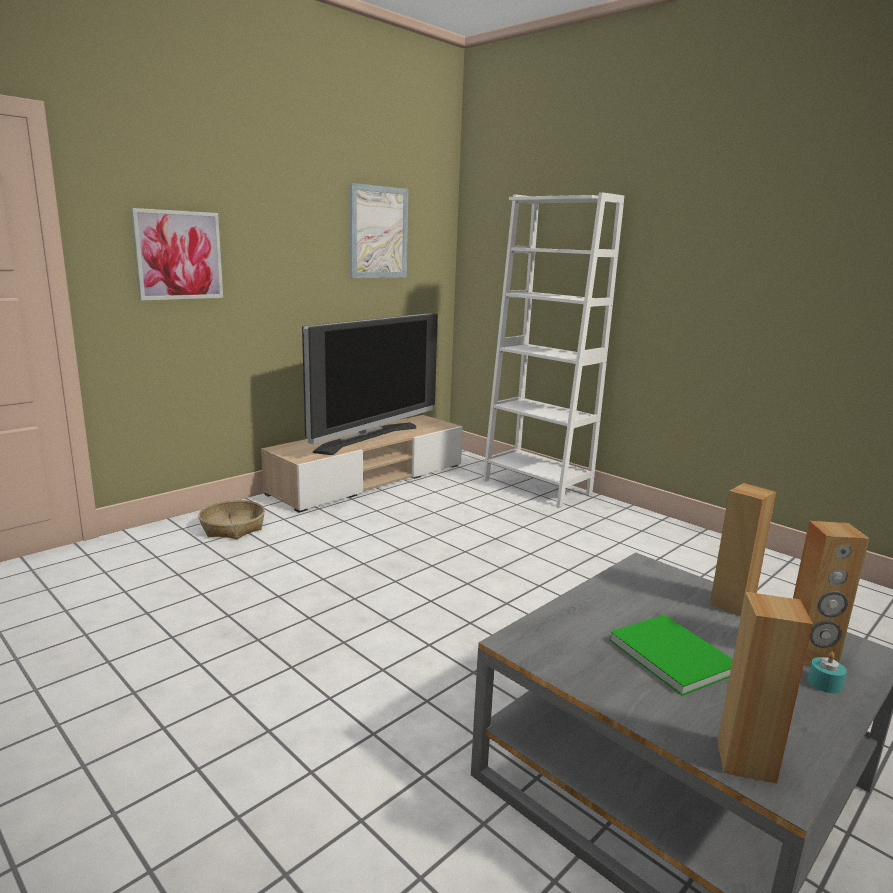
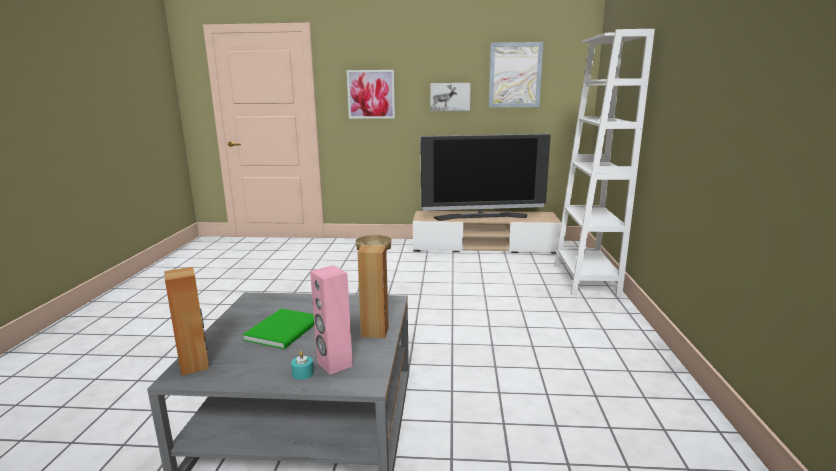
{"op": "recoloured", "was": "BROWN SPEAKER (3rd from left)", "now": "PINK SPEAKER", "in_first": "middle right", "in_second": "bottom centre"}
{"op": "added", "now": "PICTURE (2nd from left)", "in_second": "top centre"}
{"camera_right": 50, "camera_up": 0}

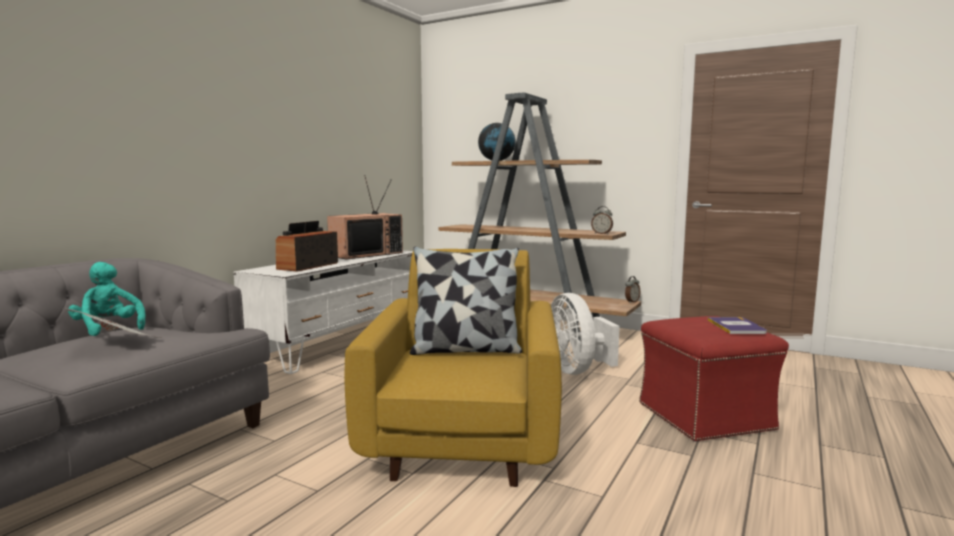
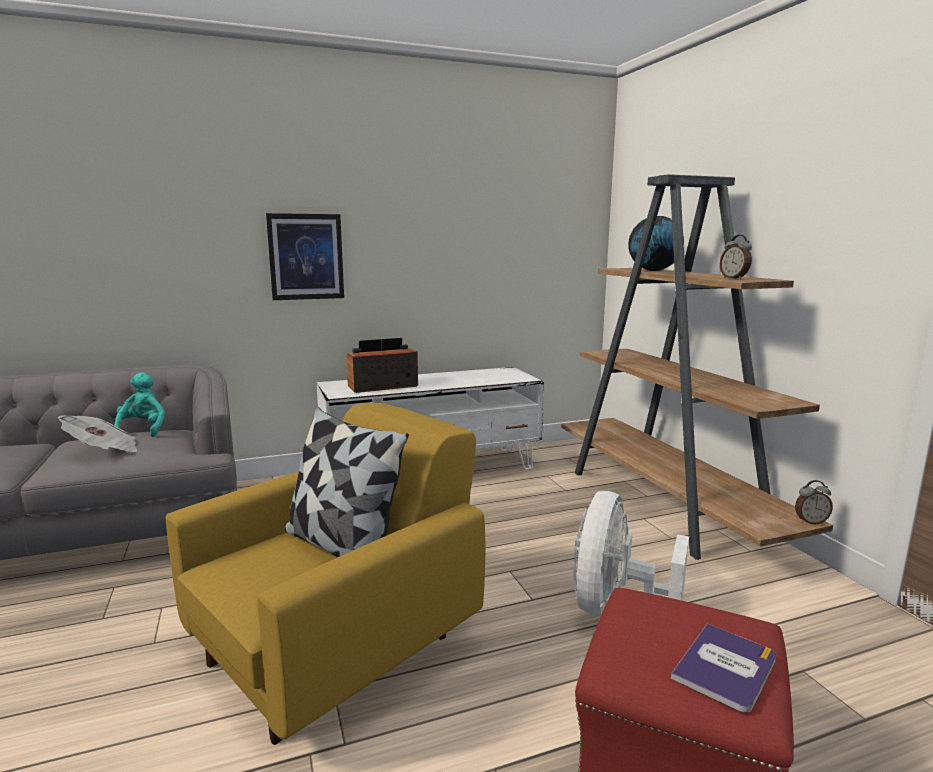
{"op": "removed", "was": "TELEVISION", "in_first": "centre"}
{"op": "moved", "was": "ALARM CLOCK (1st from left)", "in_first": "centre", "in_second": "top right"}
{"op": "added", "now": "PICTURE", "in_second": "top left"}
{"camera_right": 40, "camera_up": 5}

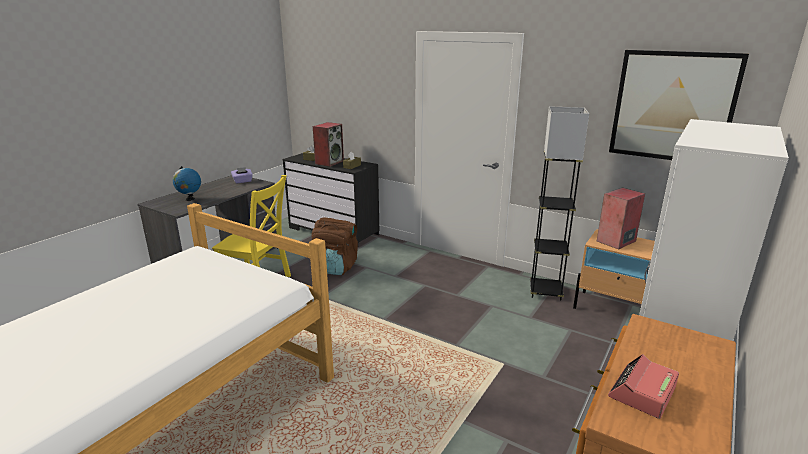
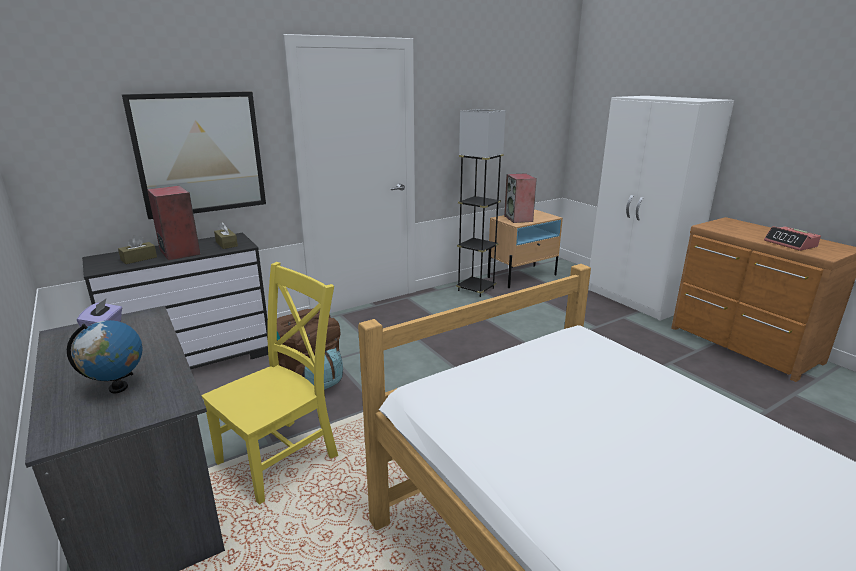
{"op": "moved", "was": "PICTURE", "in_first": "top right", "in_second": "top left"}
{"camera_right": -65, "camera_up": 0}

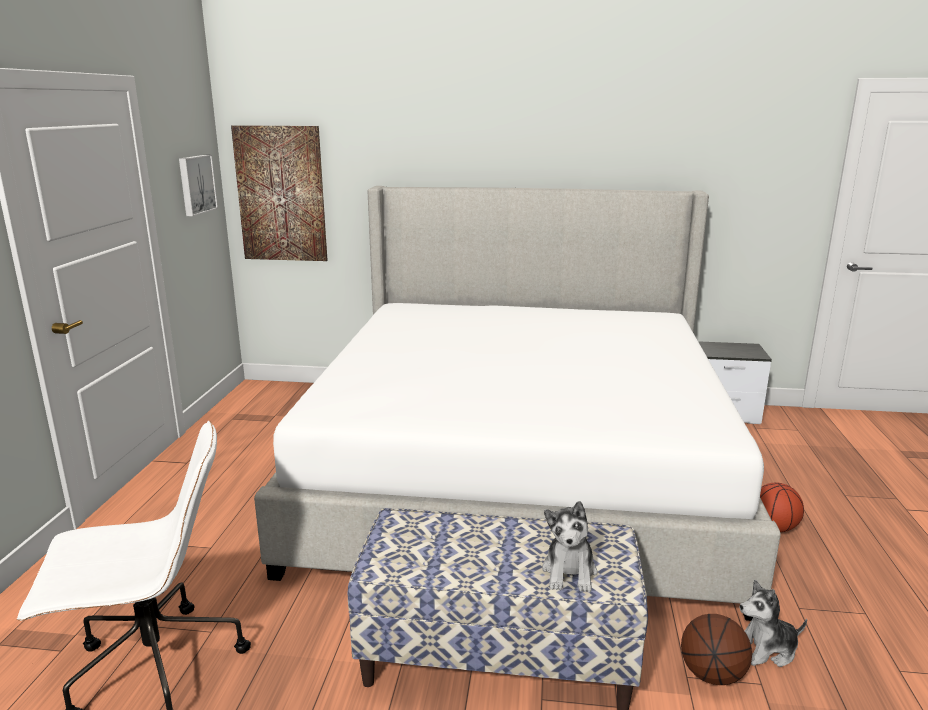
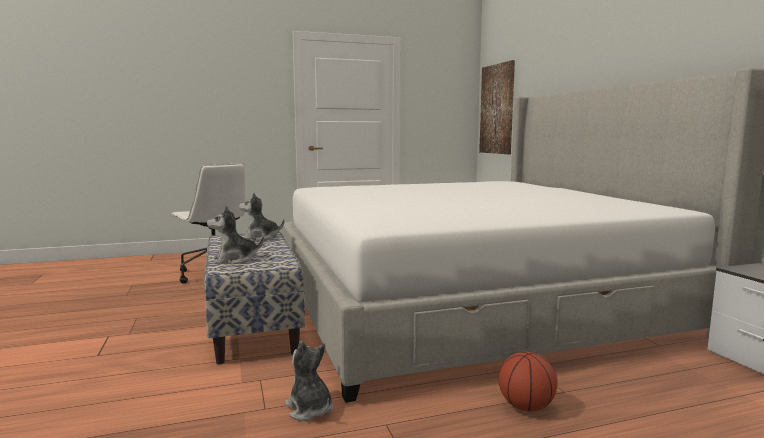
{"op": "removed", "was": "PICTURE (1st from left)", "in_first": "top left"}
{"op": "removed", "was": "BASKETBALL (1st from left)", "in_first": "bottom right"}
{"op": "added", "now": "PLUSH TOY (2nd from left)", "in_second": "centre"}
{"camera_right": 65, "camera_up": -10}

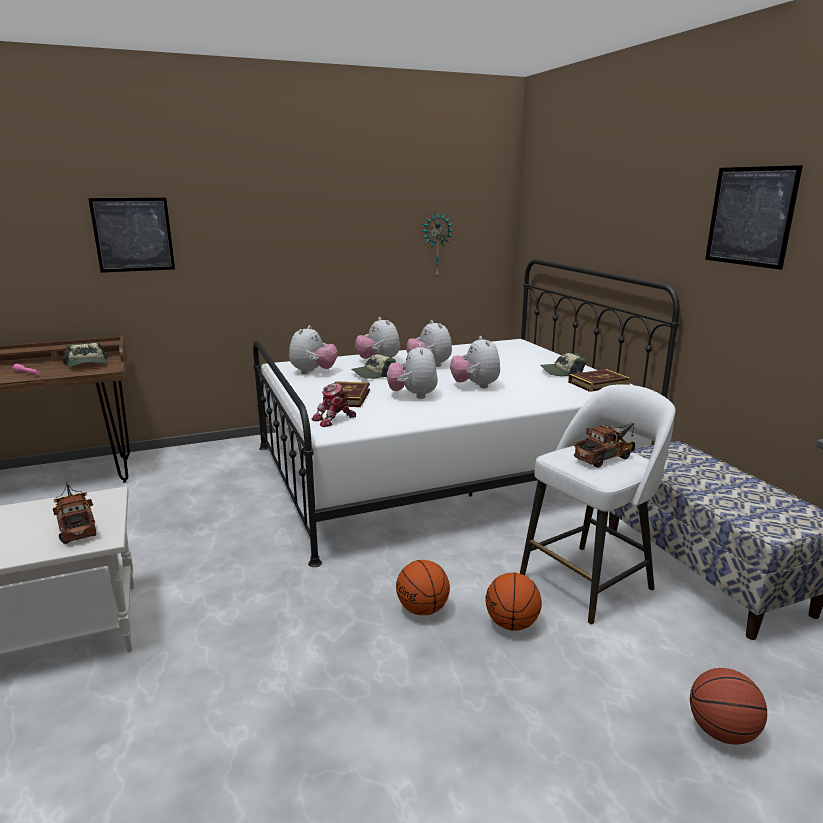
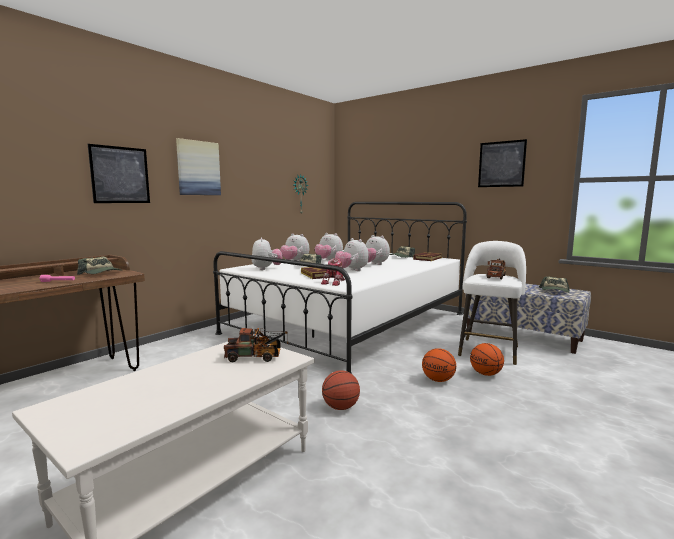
{"op": "turned", "was": "TOY TRUCK (1st from left)", "in_first": "middle left", "in_second": "centre", "clockwise": 150}
{"op": "moved", "was": "BASKETBALL (3rd from left in the first image)", "now": "BASKETBALL (1st from left)", "in_first": "bottom right", "in_second": "bottom centre"}
{"op": "added", "now": "PICTURE (2nd from left)", "in_second": "top left"}
{"op": "added", "now": "CAP (4th from left)", "in_second": "middle right"}
{"camera_right": -30, "camera_up": -10}

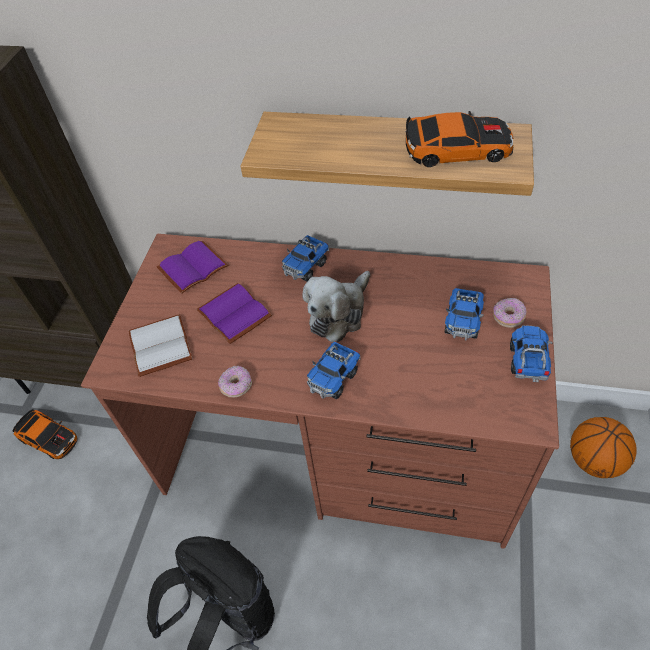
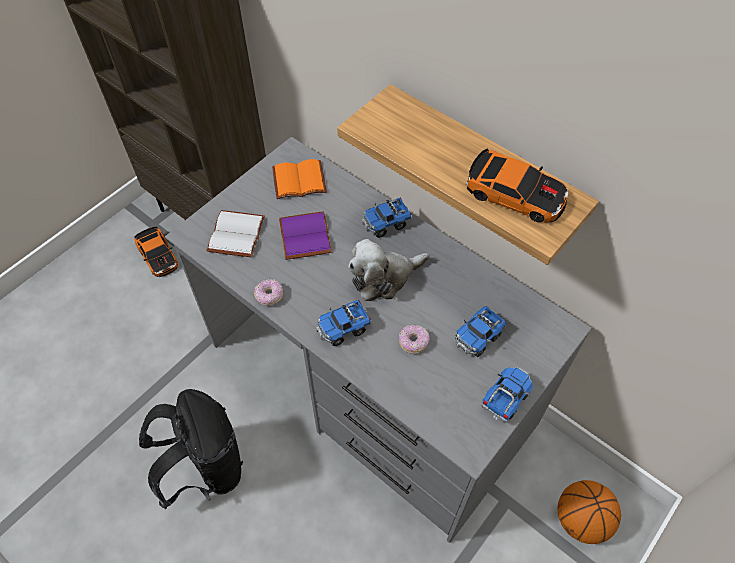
{"op": "recoloured", "was": "BROWN DESK", "now": "GREY DESK", "in_first": "centre", "in_second": "centre"}
{"op": "recoloured", "was": "PURPLE BOOK (1st from left)", "now": "ORANGE BOOK", "in_first": "middle left", "in_second": "top centre"}
{"op": "moved", "was": "DONUT (2nd from left)", "in_first": "middle right", "in_second": "centre"}
{"camera_right": 25, "camera_up": 5}

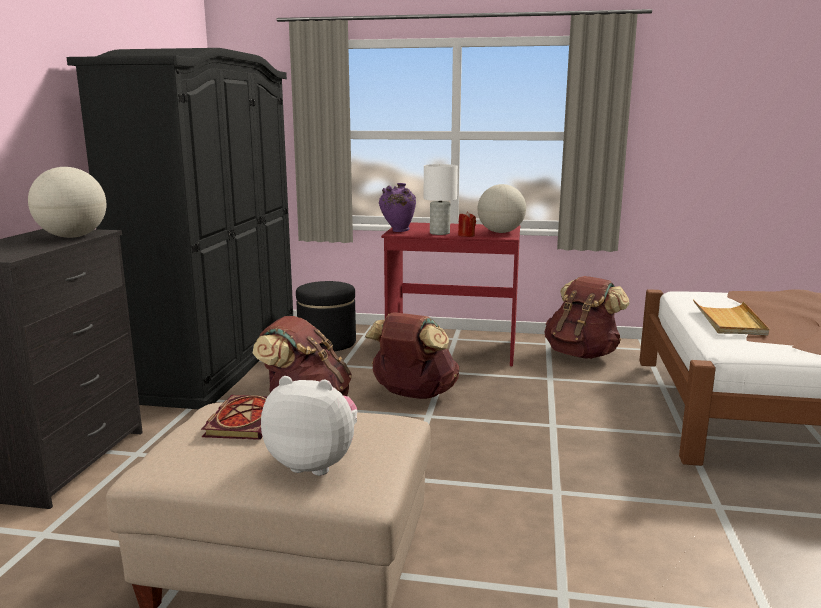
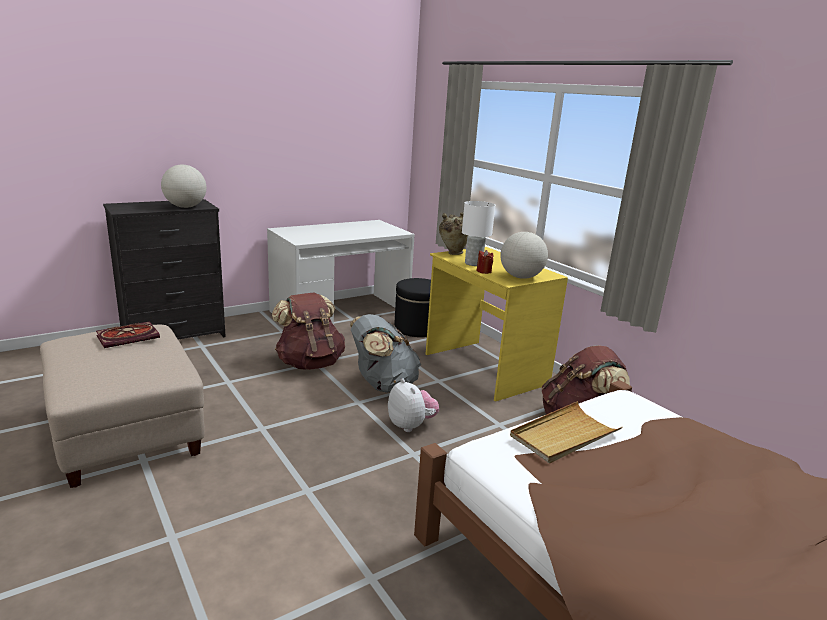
{"op": "replaced", "was": "BLACK WARDROBE", "now": "WHITE DESK", "in_first": "middle left", "in_second": "centre"}
{"op": "moved", "was": "PLUSH TOY", "in_first": "bottom centre", "in_second": "centre"}
{"op": "recoloured", "was": "BROWN BACKPACK (2nd from left)", "now": "GREY BACKPACK", "in_first": "centre", "in_second": "centre"}
{"op": "recoloured", "was": "PURPLE VASE", "now": "BEIGE VASE", "in_first": "centre", "in_second": "centre"}
{"op": "recoloured", "was": "RED DESK", "now": "YELLOW DESK", "in_first": "centre", "in_second": "centre"}
{"camera_right": 45, "camera_up": 5}

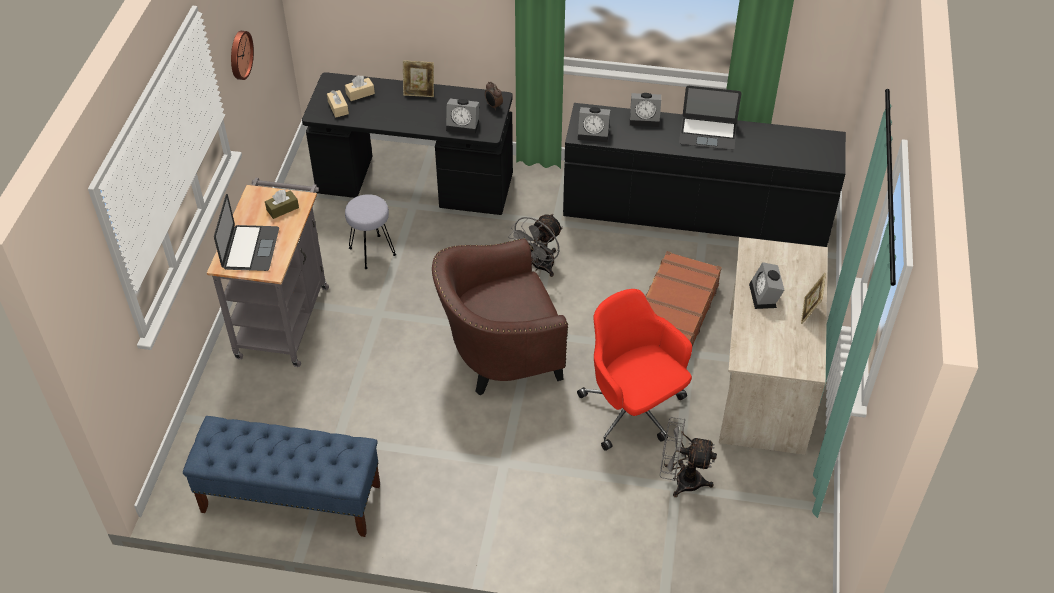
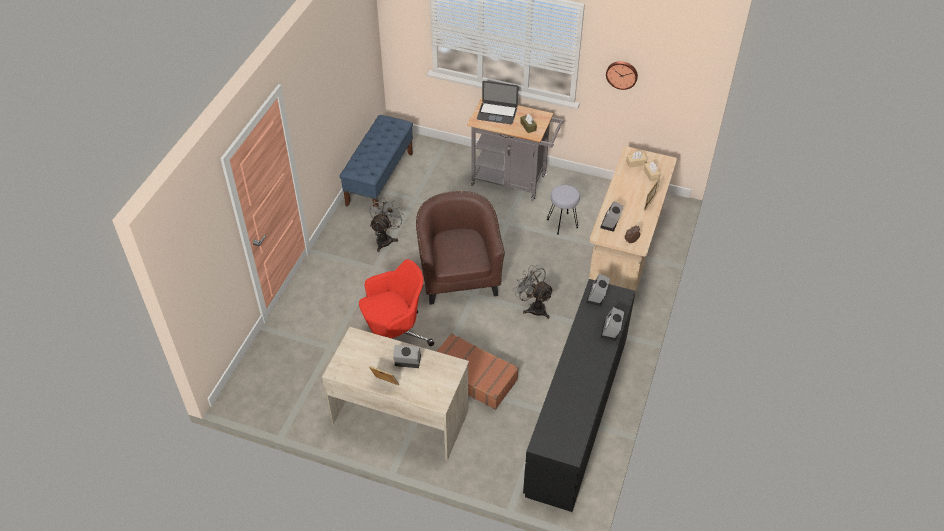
{"op": "recoloured", "was": "BLACK DESK", "now": "BEIGE DESK (2nd from left)", "in_first": "top centre", "in_second": "middle right"}
{"op": "moved", "was": "GREY FAN (2nd from left in the first image)", "now": "GREY FAN (1st from left)", "in_first": "bottom centre", "in_second": "centre"}
{"op": "removed", "was": "LAPTOP (2nd from left)", "in_first": "top right"}
{"camera_right": 100, "camera_up": 0}

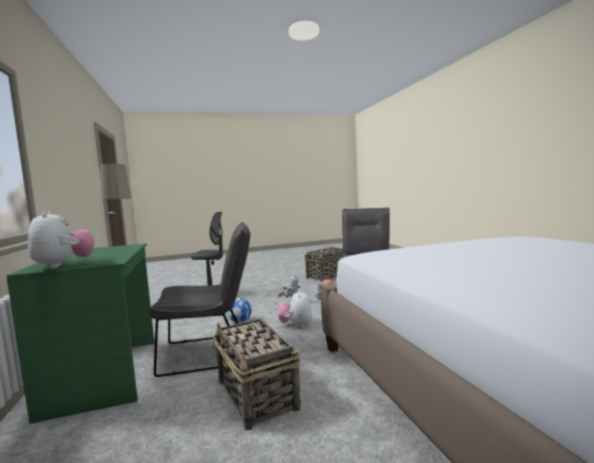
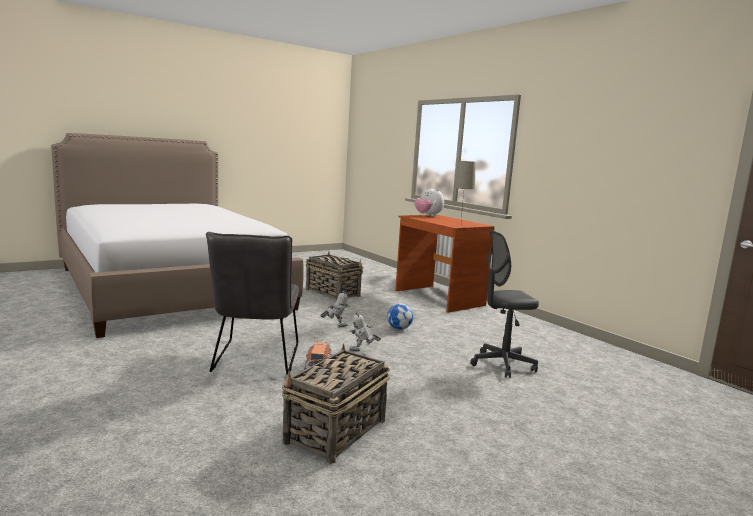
{"op": "recoloured", "was": "GREEN DESK", "now": "BROWN DESK", "in_first": "bottom left", "in_second": "centre"}
{"op": "removed", "was": "GREY CHAIR (1st from left)", "in_first": "centre"}
{"op": "replaced", "was": "PLUSH TOY (2nd from left)", "now": "TOY ROBOT (1st from left)", "in_first": "bottom centre", "in_second": "centre"}
{"camera_right": 160, "camera_up": 5}

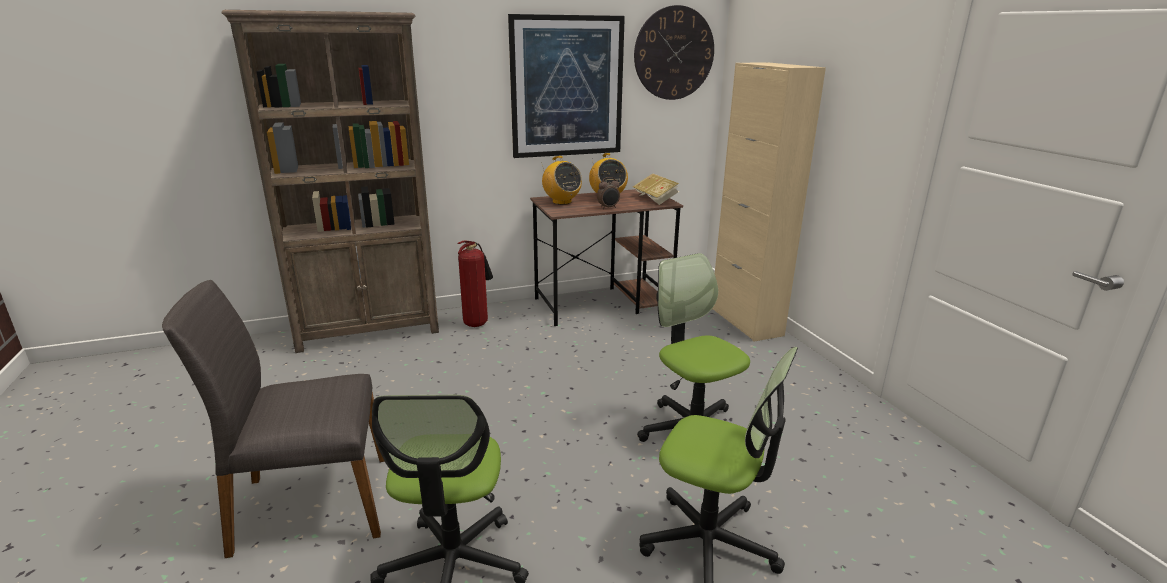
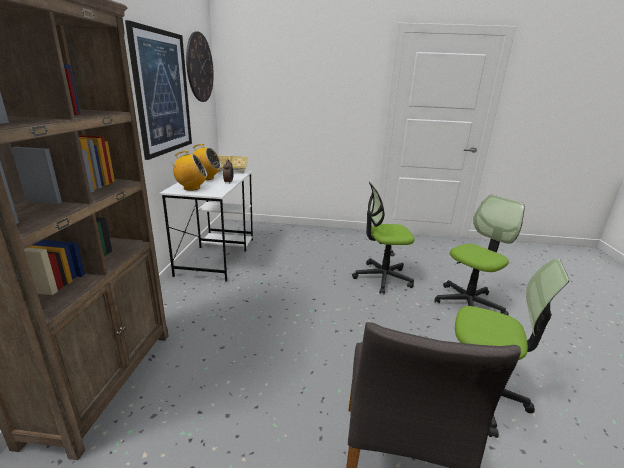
{"op": "removed", "was": "FIRE EXTINGUISHER", "in_first": "centre"}
{"op": "recoloured", "was": "BROWN DESK", "now": "WHITE DESK", "in_first": "centre", "in_second": "middle left"}
{"op": "removed", "was": "BEIGE CABINET", "in_first": "centre"}
{"camera_right": -65, "camera_up": 0}

